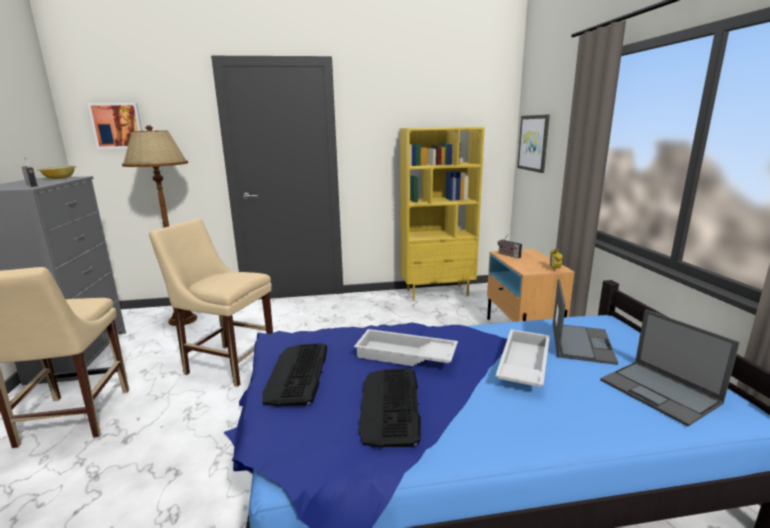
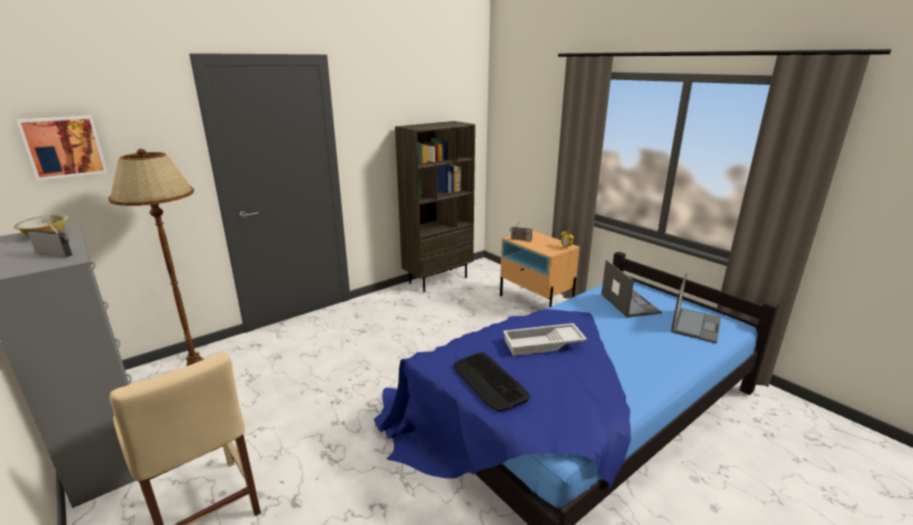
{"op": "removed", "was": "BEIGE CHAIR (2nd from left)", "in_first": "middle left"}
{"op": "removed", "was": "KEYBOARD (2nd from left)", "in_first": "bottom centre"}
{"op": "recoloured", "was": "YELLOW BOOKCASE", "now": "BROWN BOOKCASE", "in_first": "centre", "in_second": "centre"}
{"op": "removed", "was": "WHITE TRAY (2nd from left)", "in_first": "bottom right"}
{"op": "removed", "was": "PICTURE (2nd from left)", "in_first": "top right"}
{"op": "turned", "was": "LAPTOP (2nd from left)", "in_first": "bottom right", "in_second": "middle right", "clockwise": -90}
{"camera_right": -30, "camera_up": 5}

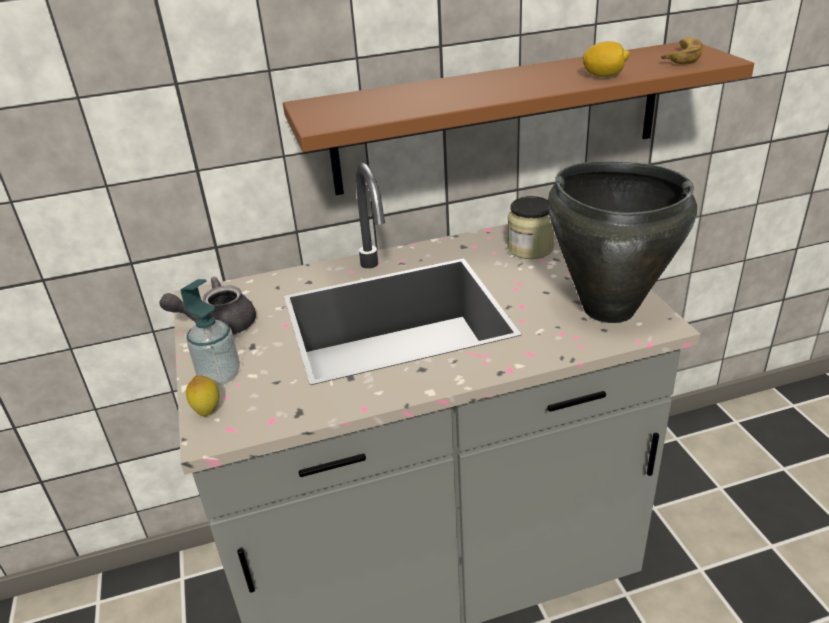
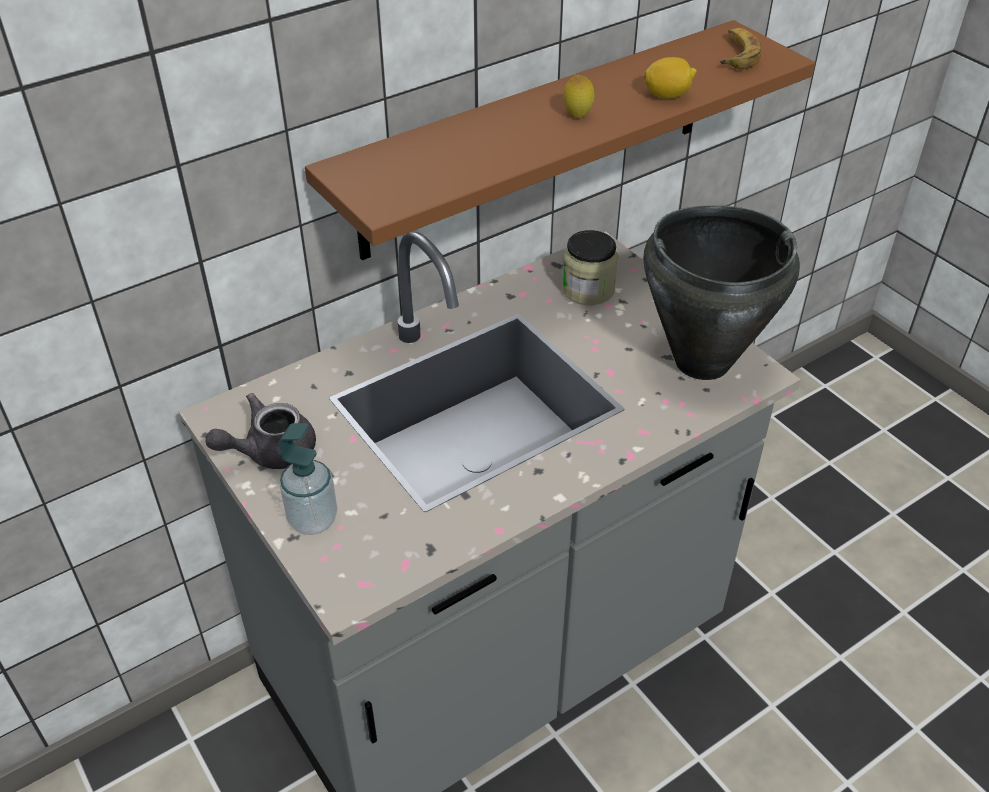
{"op": "moved", "was": "LEMON (1st from left)", "in_first": "middle left", "in_second": "top centre"}
{"camera_right": -20, "camera_up": 10}

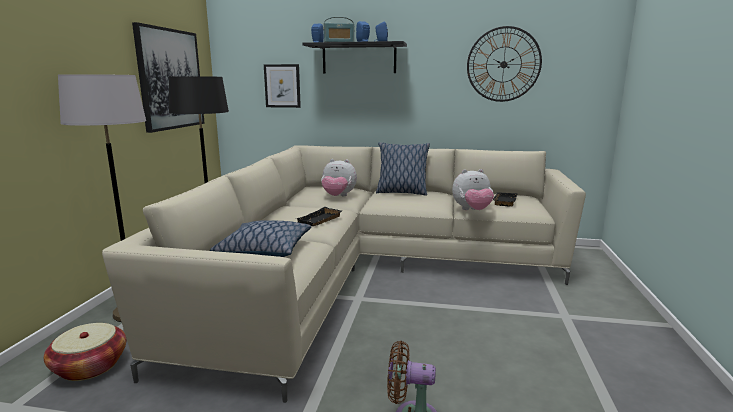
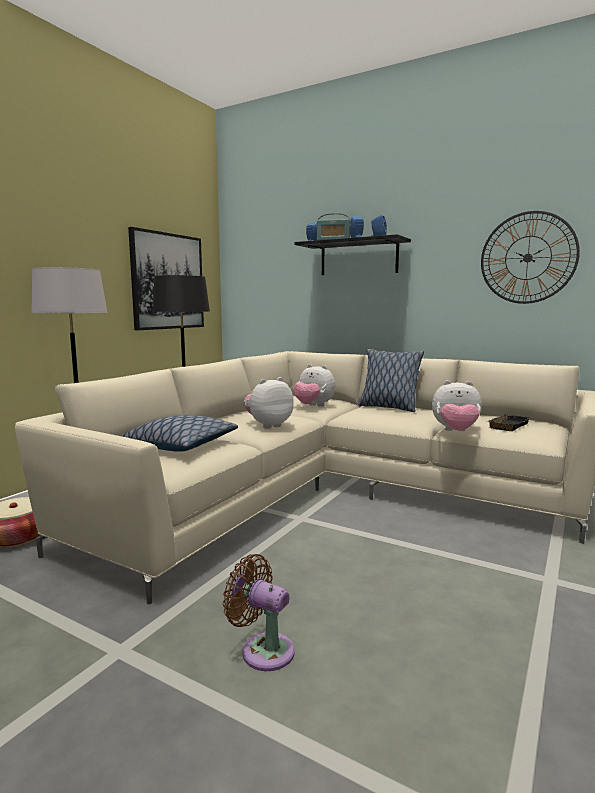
{"op": "removed", "was": "PICTURE (2nd from left)", "in_first": "top centre"}
{"op": "replaced", "was": "BLACK TRAY (1st from left)", "now": "PLUSH TOY (1st from left)", "in_first": "centre", "in_second": "centre"}
{"camera_right": 20, "camera_up": -5}

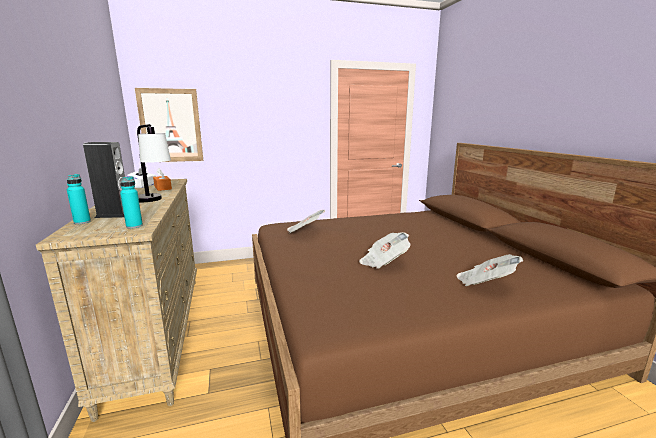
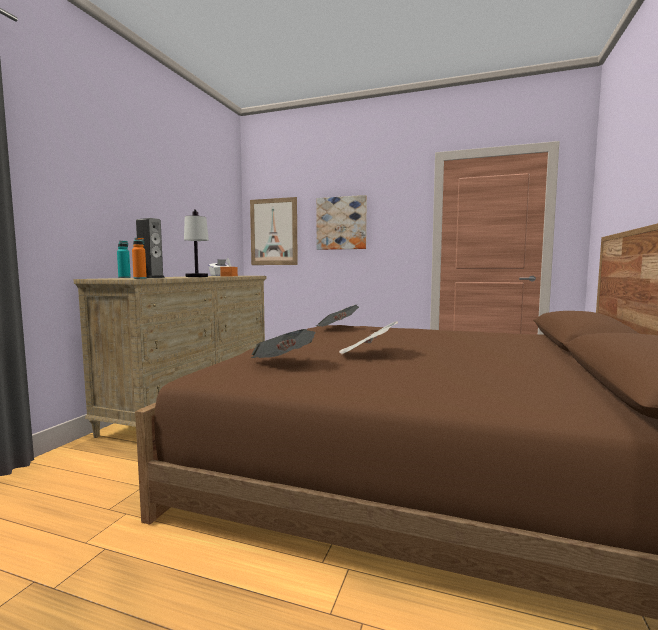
{"op": "recoloured", "was": "TURQUOISE BOTTLE (2nd from left)", "now": "ORANGE BOTTLE", "in_first": "middle left", "in_second": "middle left"}
{"op": "moved", "was": "NEWSPAPER (3rd from left in the first image)", "now": "NEWSPAPER (1st from left)", "in_first": "middle right", "in_second": "centre"}
{"op": "added", "now": "PICTURE (2nd from left)", "in_second": "centre"}
{"camera_right": 35, "camera_up": -10}

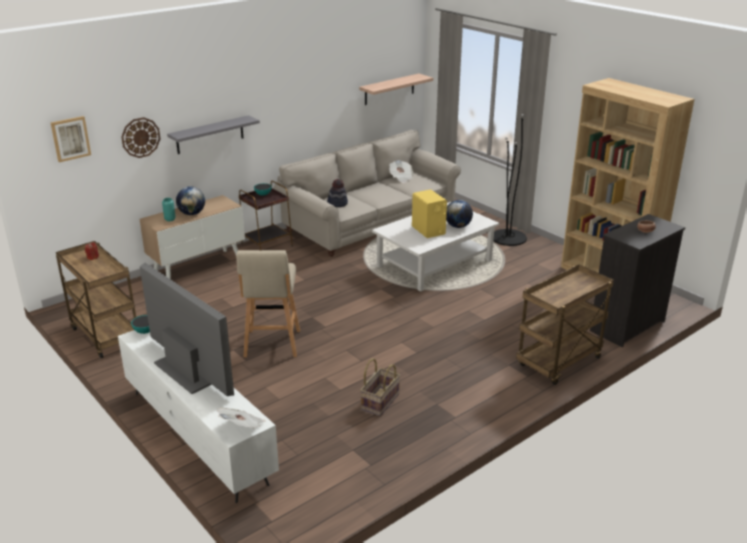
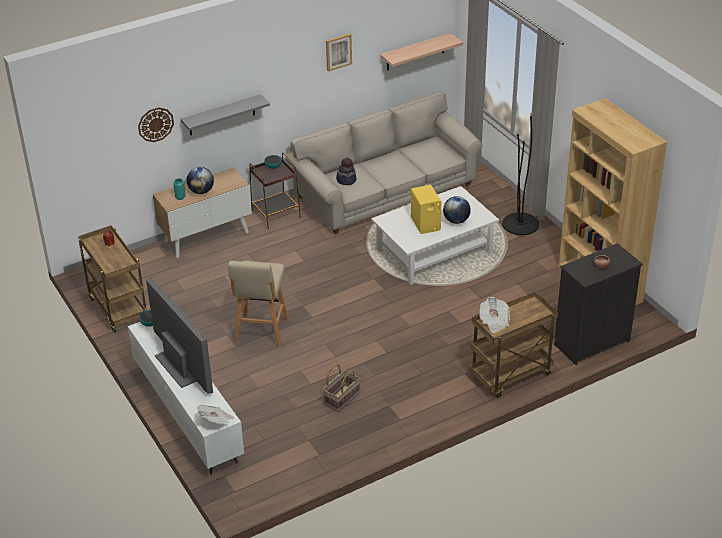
{"op": "moved", "was": "PICTURE", "in_first": "top left", "in_second": "top centre"}
{"op": "moved", "was": "NEWSPAPER (2nd from left)", "in_first": "top centre", "in_second": "middle right"}
{"camera_right": 10, "camera_up": 10}

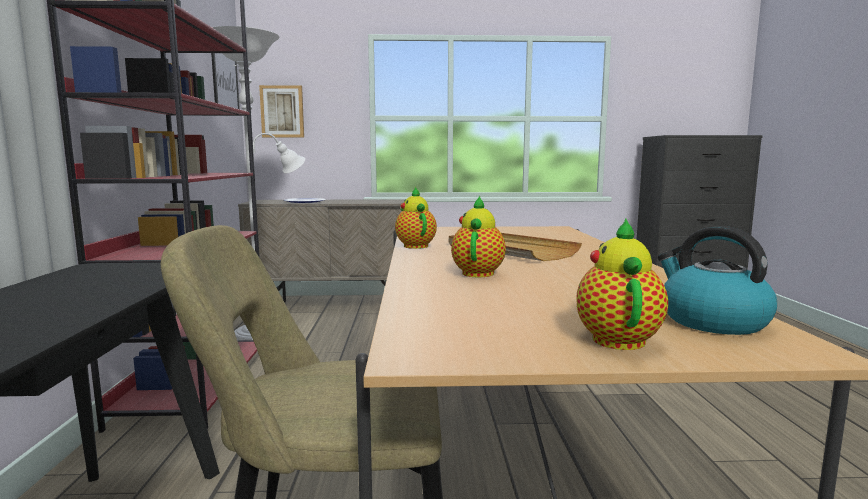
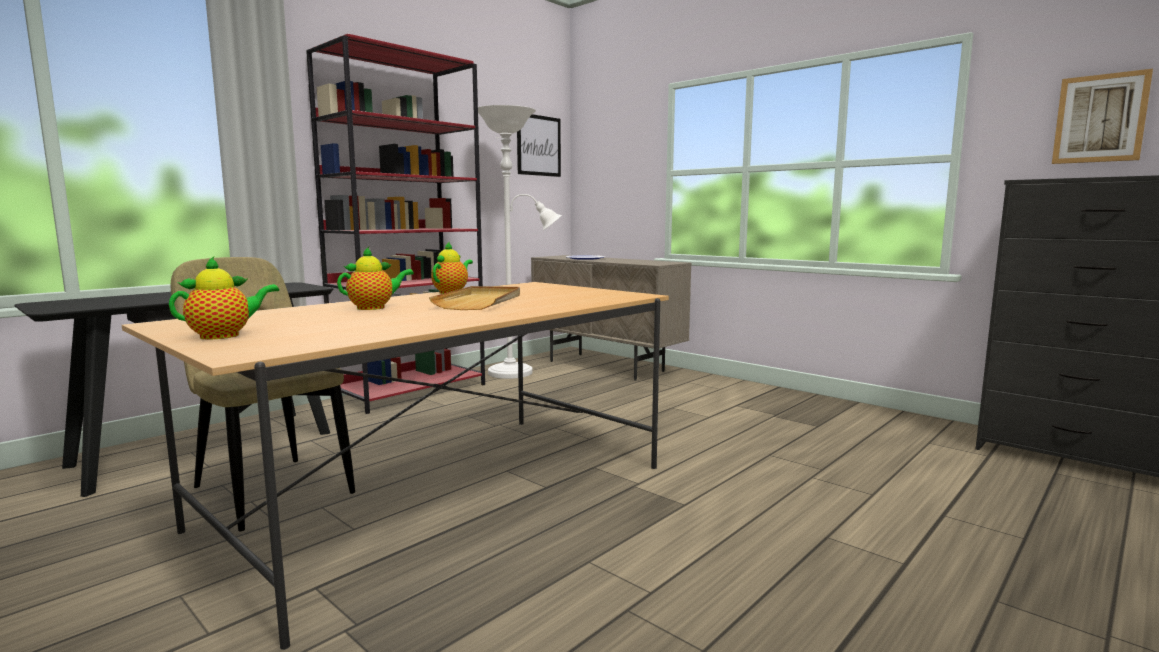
{"op": "moved", "was": "PICTURE (2nd from left)", "in_first": "top left", "in_second": "top right"}
{"op": "removed", "was": "KETTLE", "in_first": "middle right"}
{"camera_right": 45, "camera_up": 0}

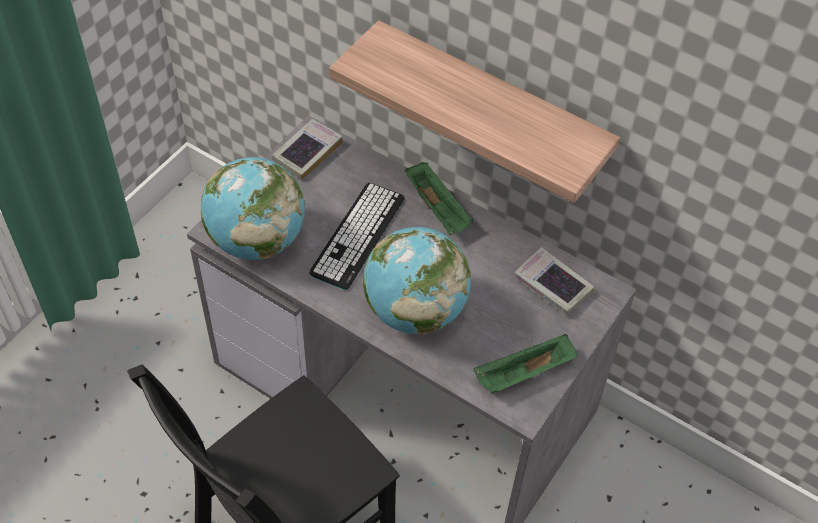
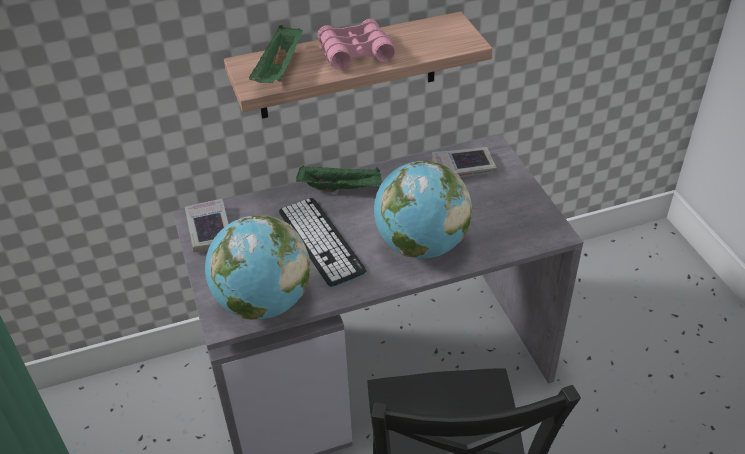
{"op": "moved", "was": "GREEN TRAY (2nd from left in the first image)", "now": "GREEN TRAY (1st from left)", "in_first": "bottom centre", "in_second": "top centre"}
{"op": "added", "now": "PINK BINOCULARS", "in_second": "top centre"}
{"camera_right": -50, "camera_up": -10}

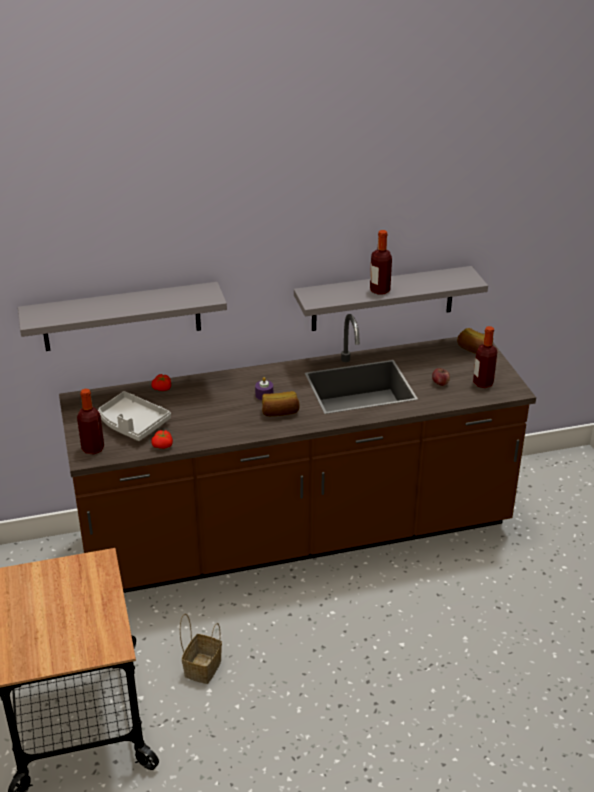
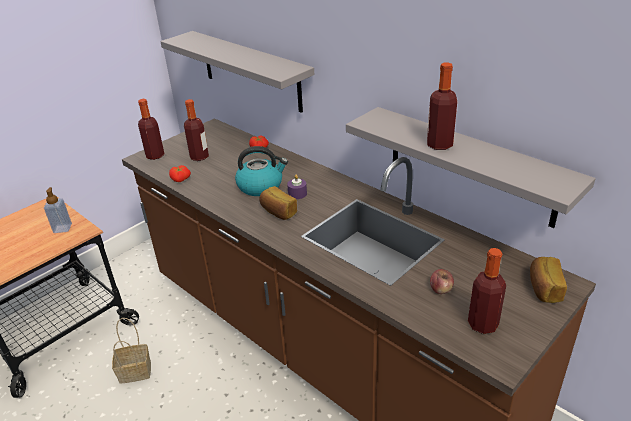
{"op": "replaced", "was": "GREY TRAY", "now": "BOTTLE (2nd from left)", "in_first": "middle left", "in_second": "top left"}
{"op": "added", "now": "SOAP DISPENSER", "in_second": "middle left"}
{"op": "added", "now": "KETTLE", "in_second": "centre"}
{"camera_right": 60, "camera_up": 0}

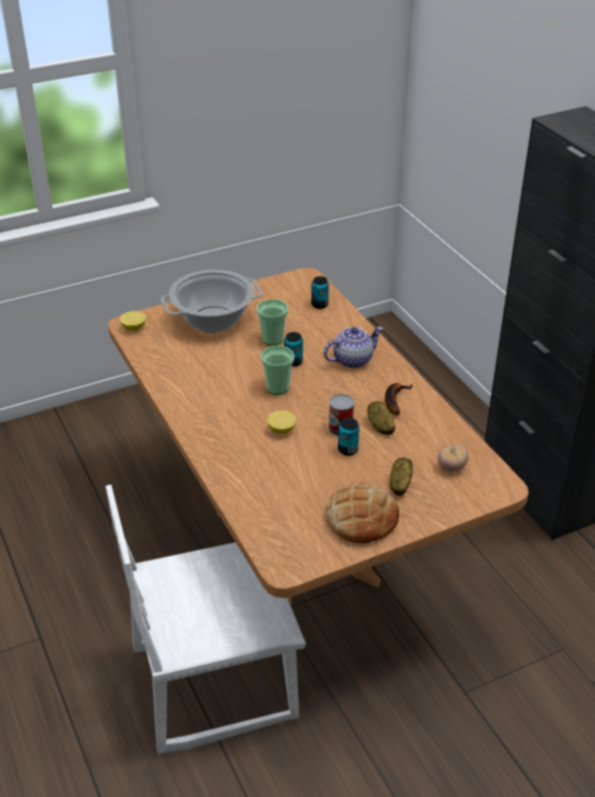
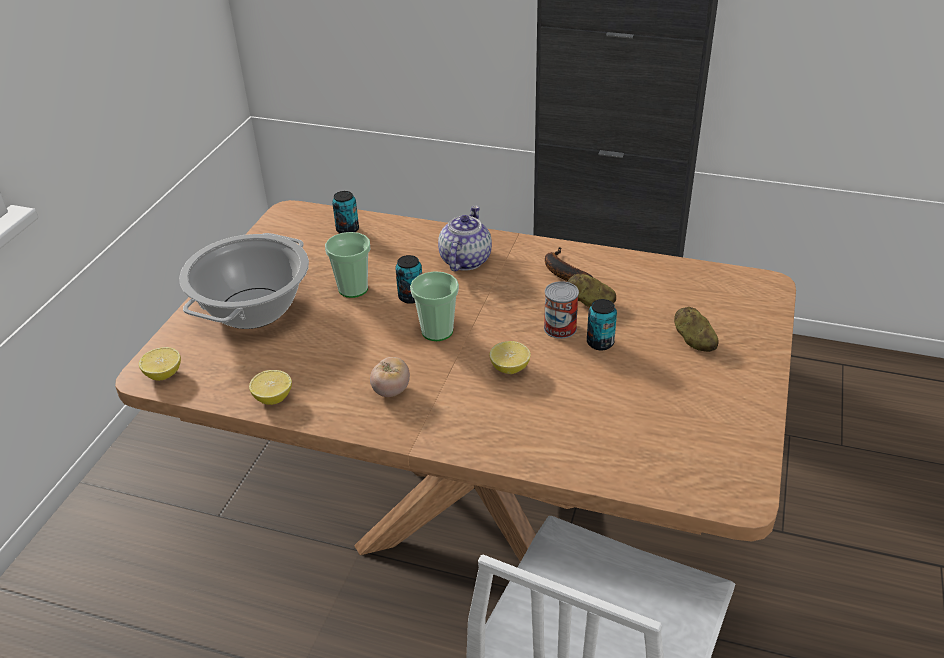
{"op": "removed", "was": "BREAD", "in_first": "centre"}
{"op": "moved", "was": "TOMATO", "in_first": "middle right", "in_second": "centre"}
{"op": "added", "now": "LEMON (2nd from left)", "in_second": "middle left"}
{"camera_right": -45, "camera_up": 0}

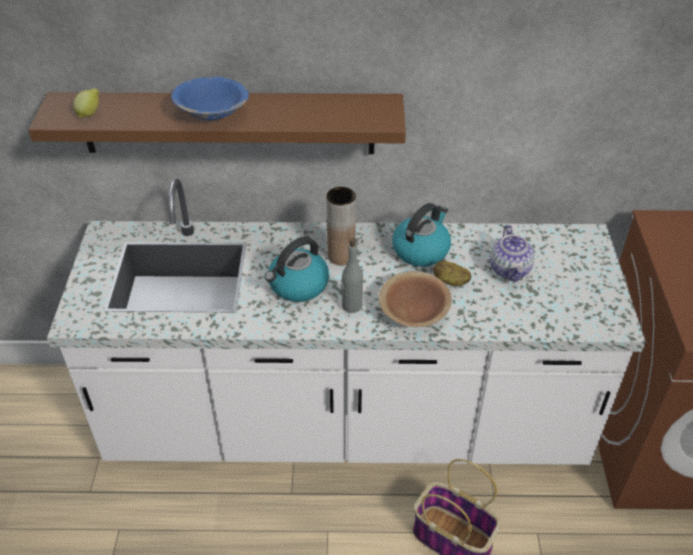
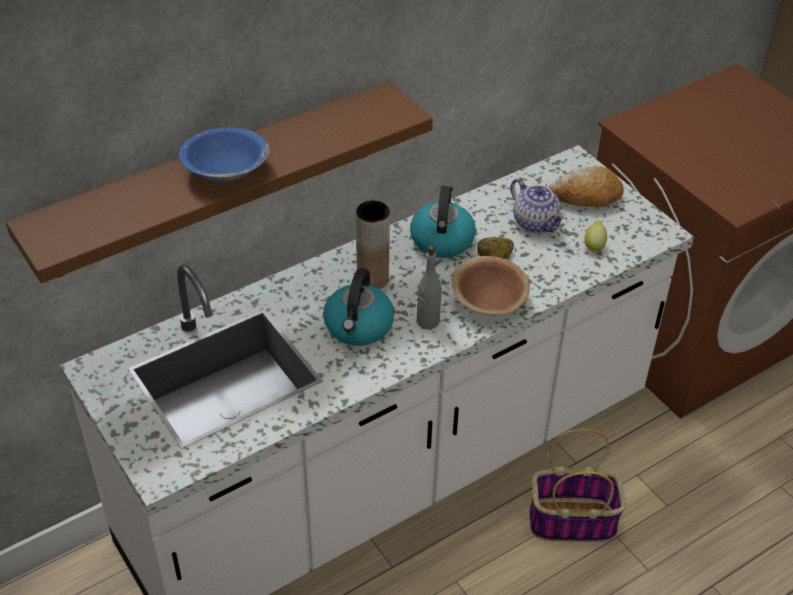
{"op": "moved", "was": "LEMON", "in_first": "top left", "in_second": "middle right"}
{"op": "added", "now": "BREAD", "in_second": "top right"}
{"camera_right": -35, "camera_up": 0}

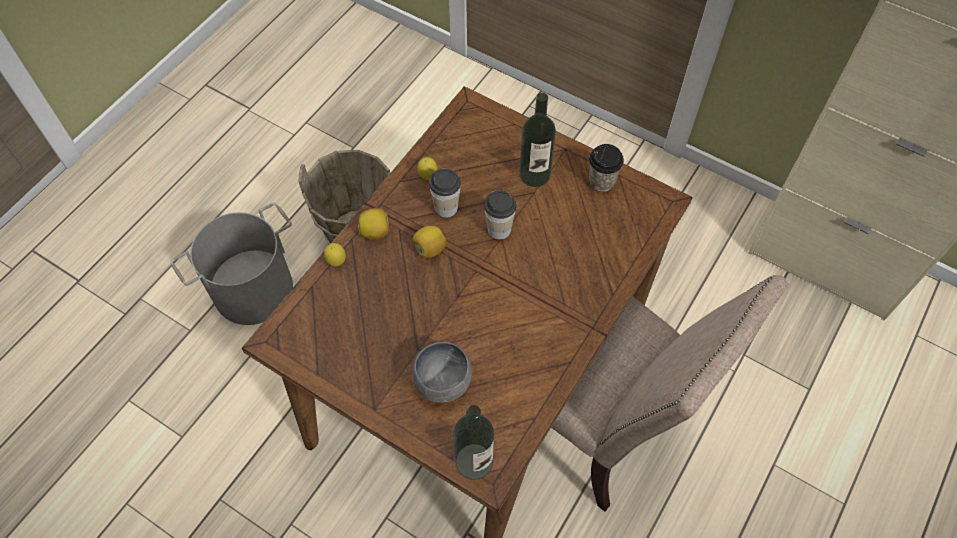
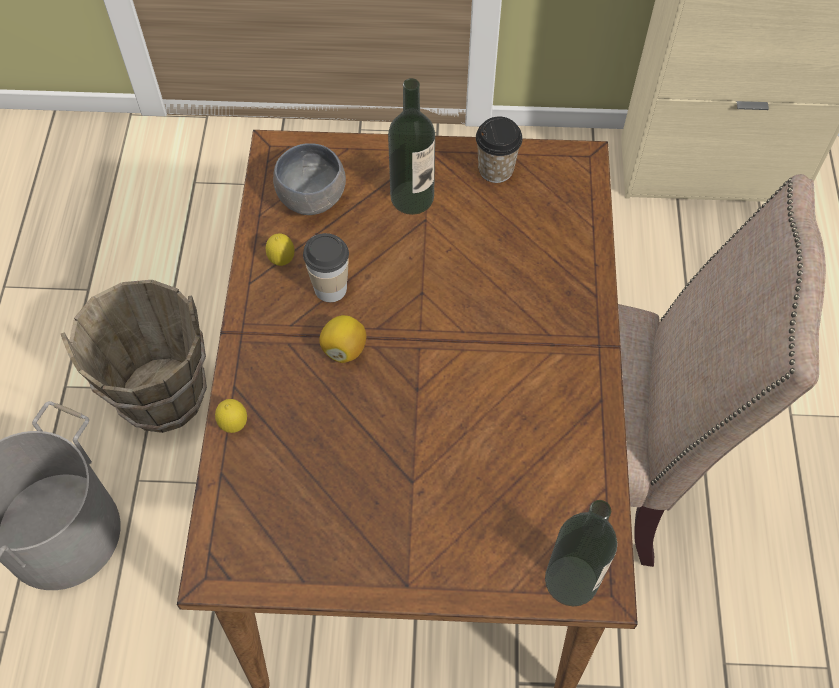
{"op": "removed", "was": "LEMON (2nd from left)", "in_first": "centre"}
{"op": "moved", "was": "GREY BOWL", "in_first": "bottom centre", "in_second": "top centre"}
{"op": "removed", "was": "CUP (2nd from left)", "in_first": "centre"}
{"camera_right": -30, "camera_up": 0}

